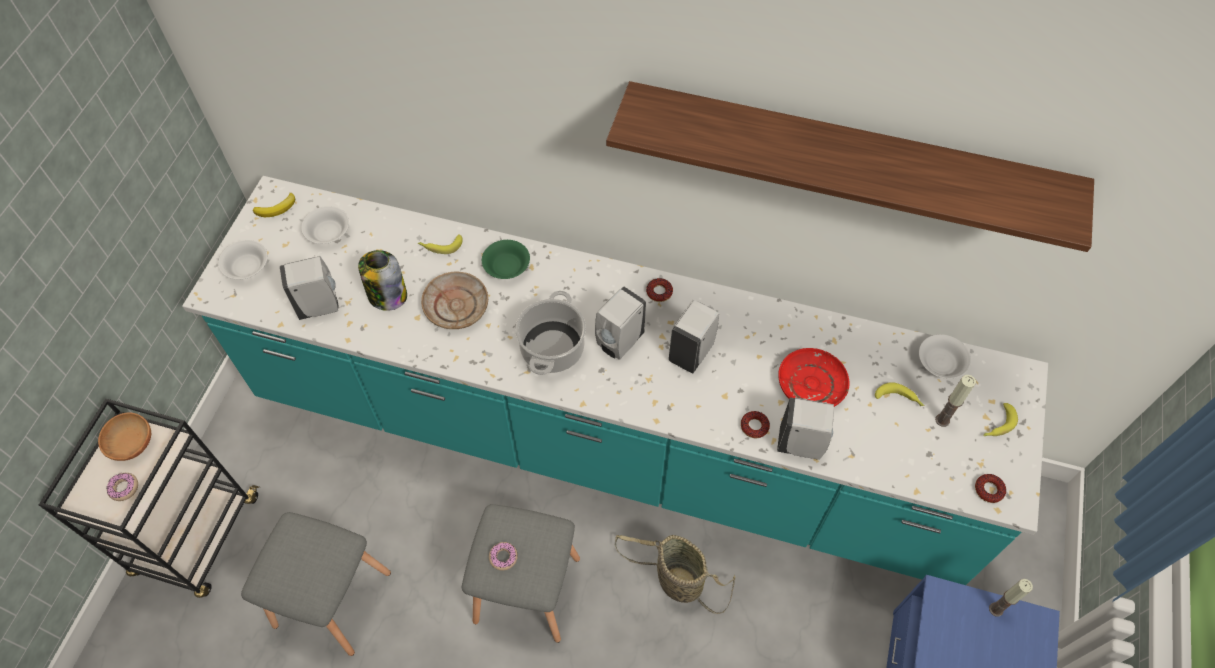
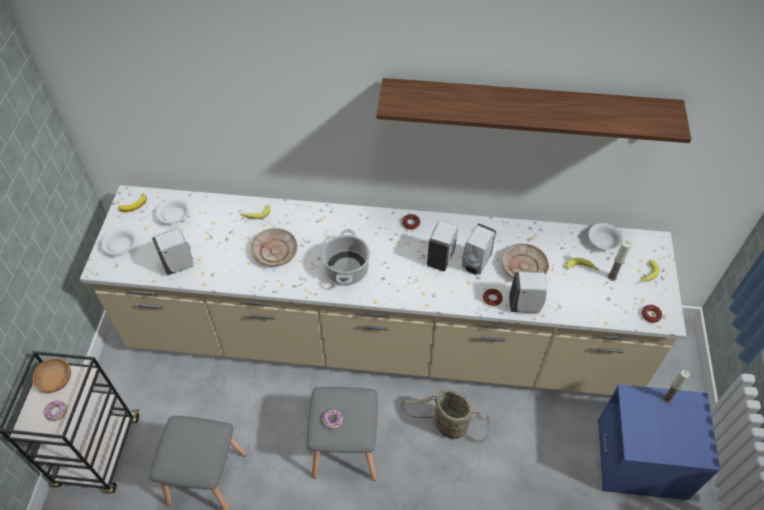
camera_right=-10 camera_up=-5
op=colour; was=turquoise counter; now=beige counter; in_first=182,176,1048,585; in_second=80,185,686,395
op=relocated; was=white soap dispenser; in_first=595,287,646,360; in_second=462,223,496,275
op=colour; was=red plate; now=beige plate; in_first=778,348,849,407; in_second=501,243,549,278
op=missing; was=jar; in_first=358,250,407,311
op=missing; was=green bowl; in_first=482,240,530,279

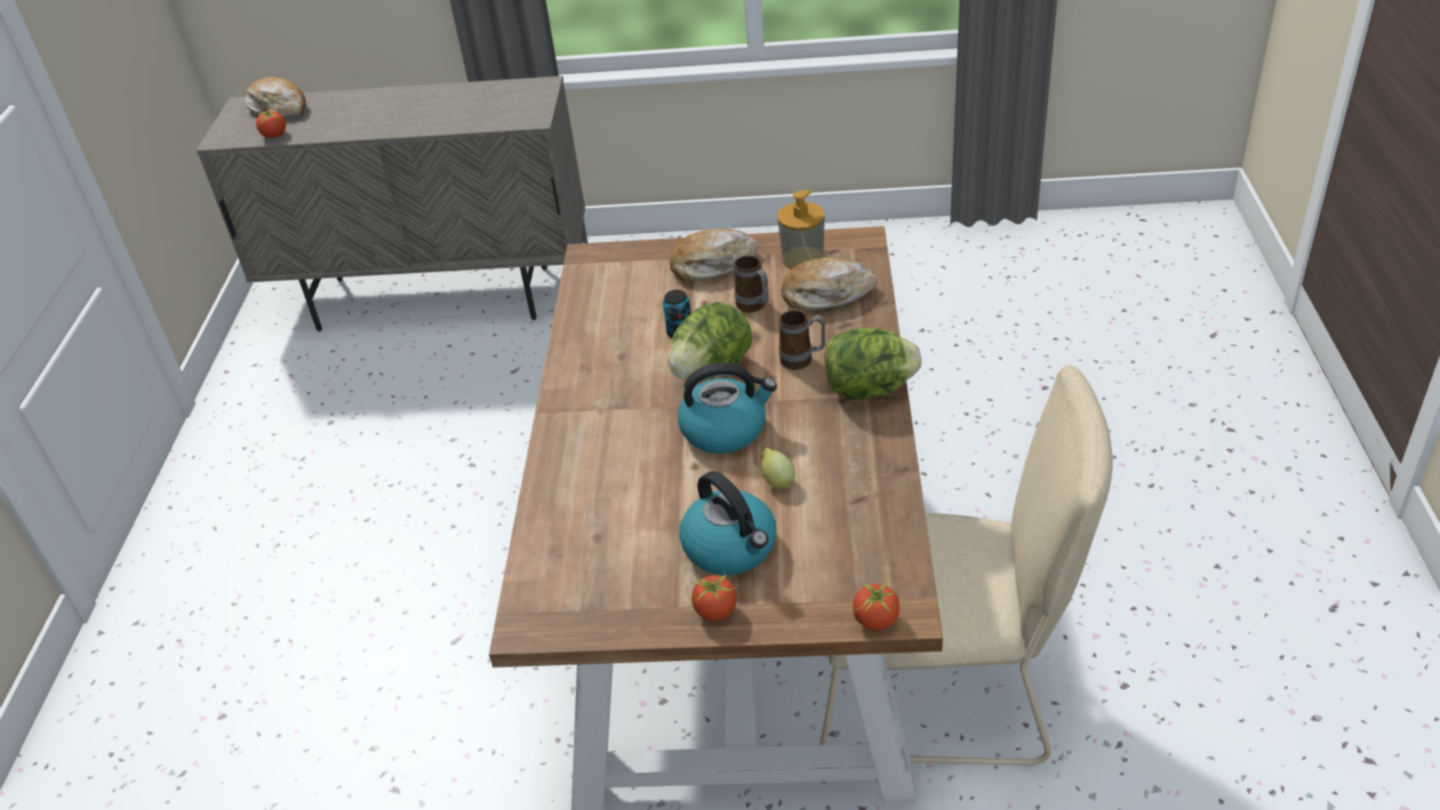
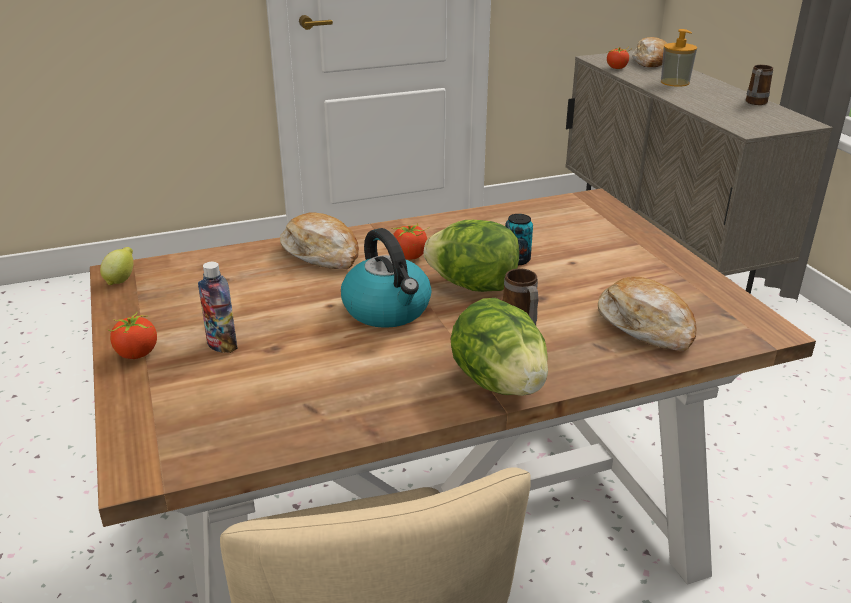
camera_right=65 camera_up=-10
op=relocated; was=lemon; in_first=761,448,795,489; in_second=100,247,134,285
op=exchanged; was=kettle; now=bottle; in_first=679,471,776,575; in_second=198,262,238,353
op=relocated; was=bread; in_first=669,228,759,282; in_second=280,212,359,269
op=relocated; was=tomato; in_first=853,574,901,631; in_second=392,223,428,260
op=relocated; was=soap dispenser; in_first=777,190,825,269; in_second=661,29,697,87
op=relocated; was=mug; in_first=734,255,769,312; in_second=746,65,773,105

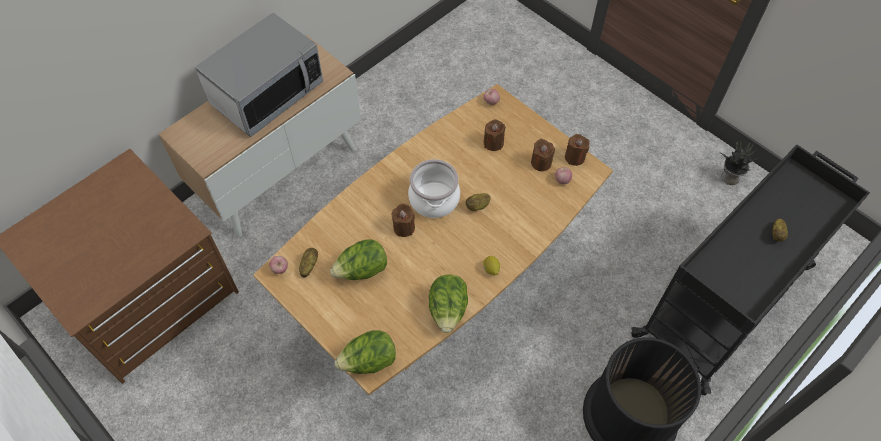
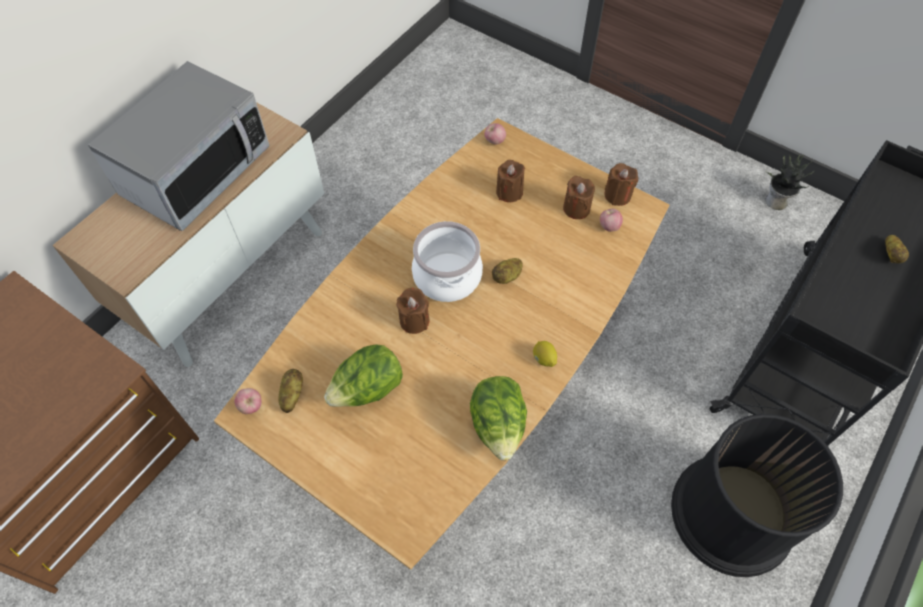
camera_right=-10 camera_up=0
op=missing; was=lettuce; in_first=335,330,396,374

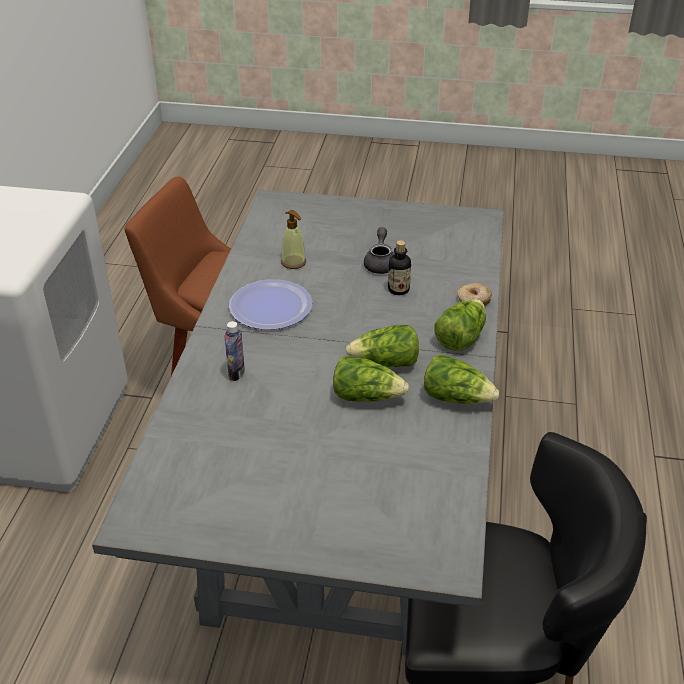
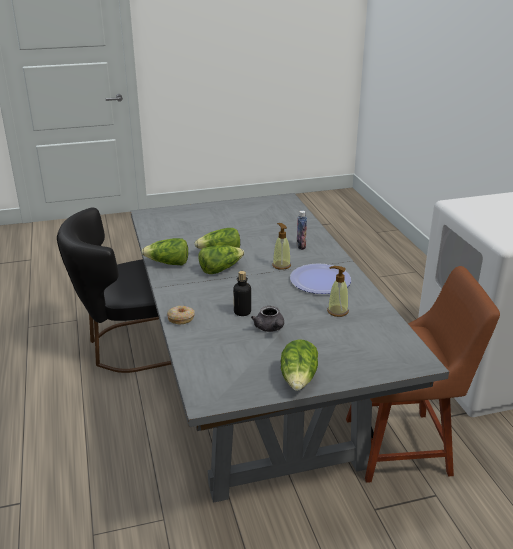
camera_right=155 camera_up=-10
op=appeared; now=soap dispenser; in_second=272,223,291,270
op=relocated; was=lettuce; in_first=434,299,486,351; in_second=281,339,318,391

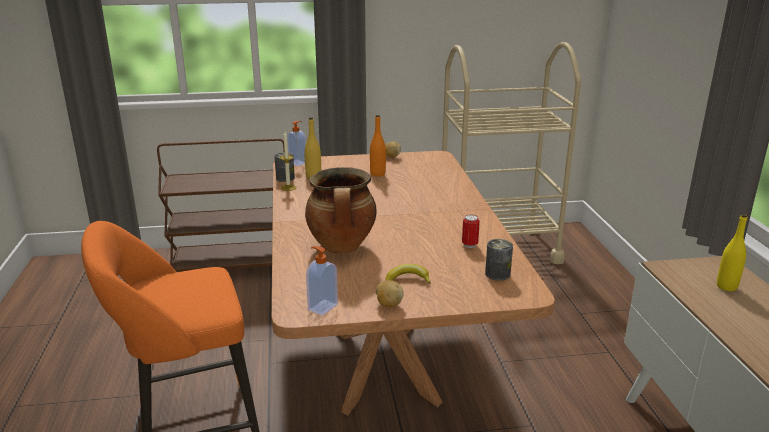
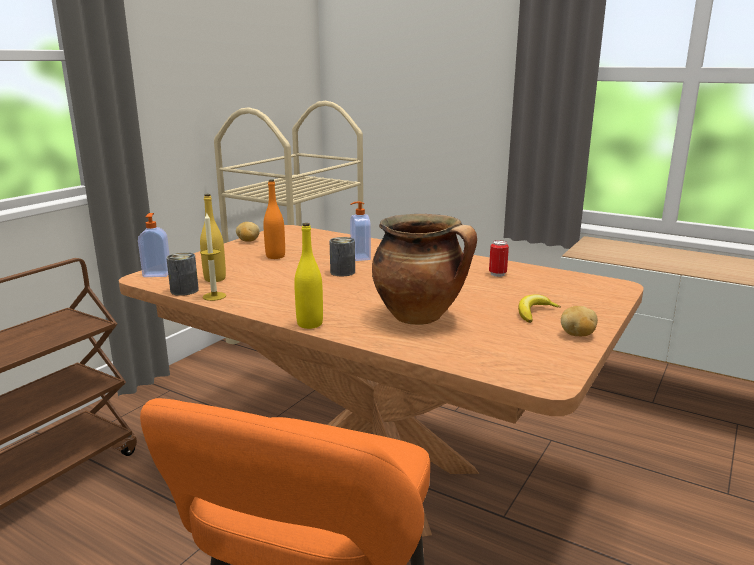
camera_right=-50 camera_up=-5
op=relocated; was=yellow bottle; in_first=717,214,747,291; in_second=294,223,323,329
op=relocated; was=can; in_first=485,239,513,281; in_second=330,237,355,276
op=relocated; was=soap dispenser; in_first=306,246,338,316; in_second=350,201,371,261

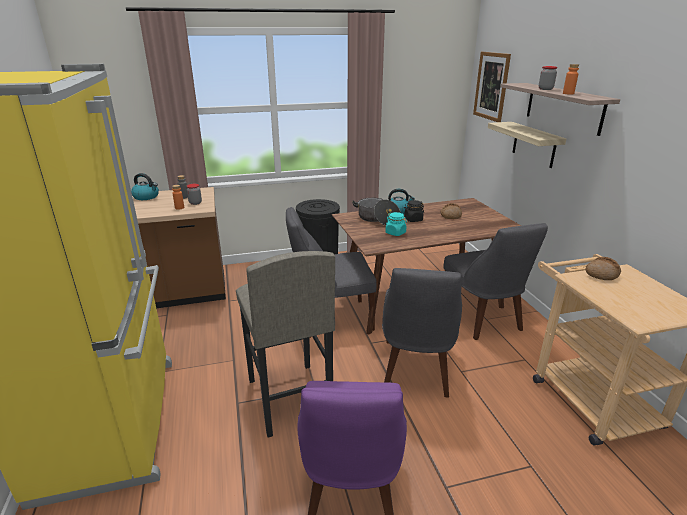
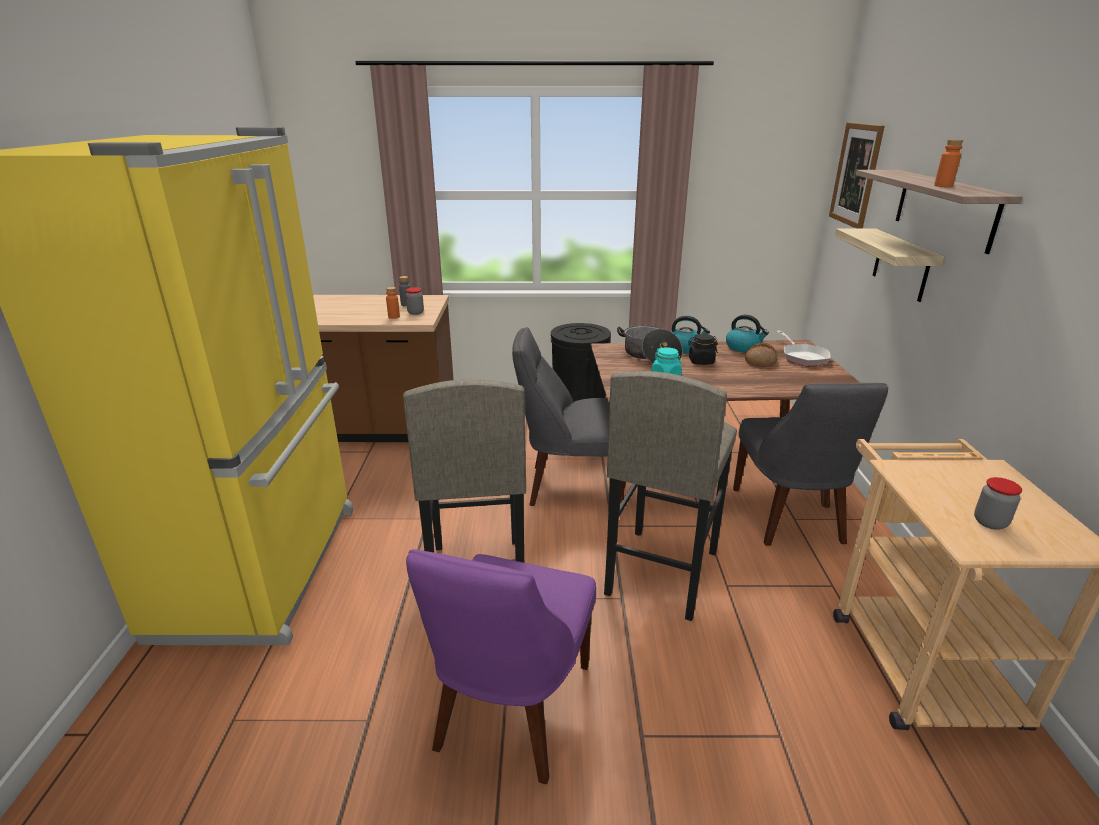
camera_right=15 camera_up=0
op=exchanged; was=grey chair; now=grey stool; in_first=382,268,462,398; in_second=604,371,737,621
op=relocated; was=kettle; in_first=131,173,159,200; in_second=726,315,769,352
op=appeared; now=frying pan; in_second=776,331,831,366
op=relocated; was=jar; in_first=539,66,557,90; in_second=974,477,1022,530
op=missing; was=bread; in_first=586,257,621,280

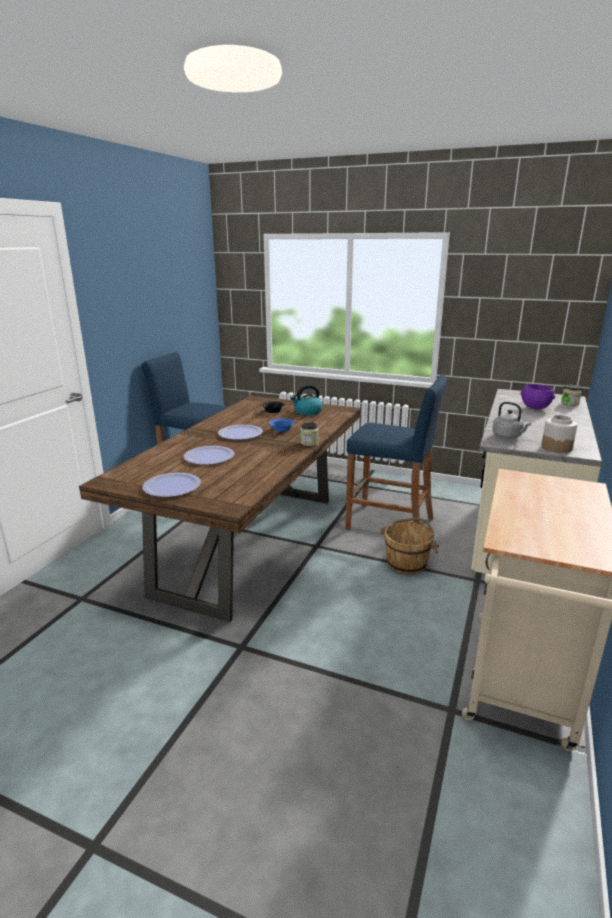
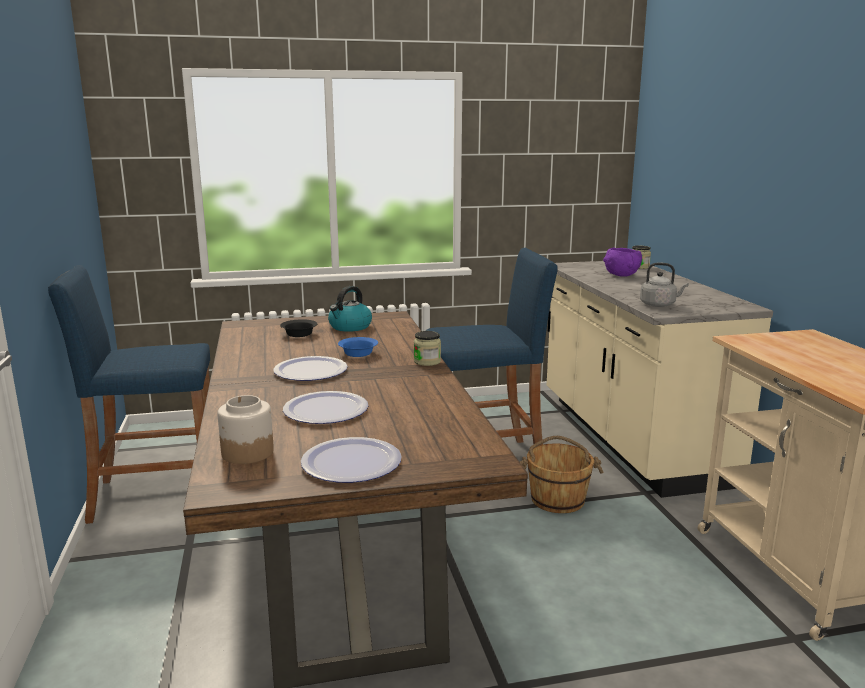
camera_right=-35 camera_up=-5
op=relocated; was=jar; in_first=541,415,577,453; in_second=217,395,274,464

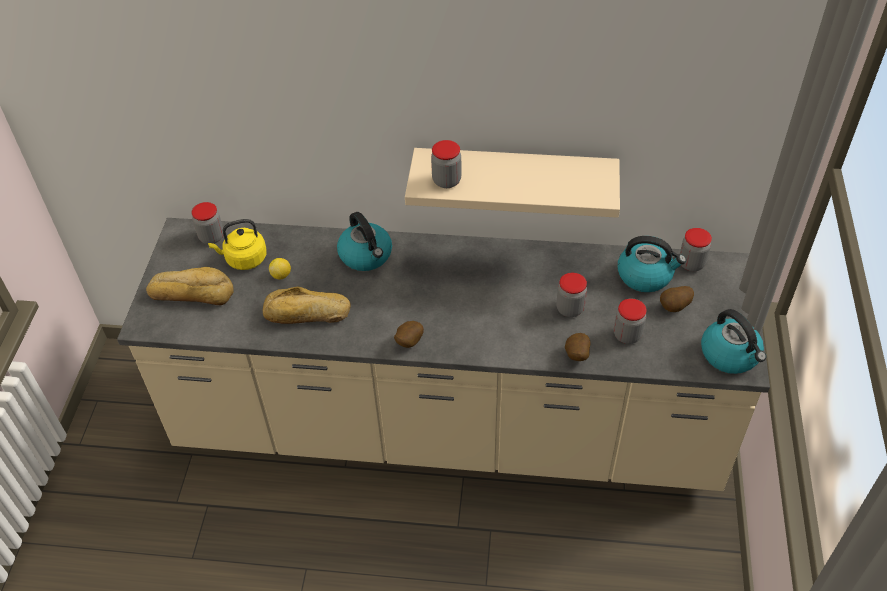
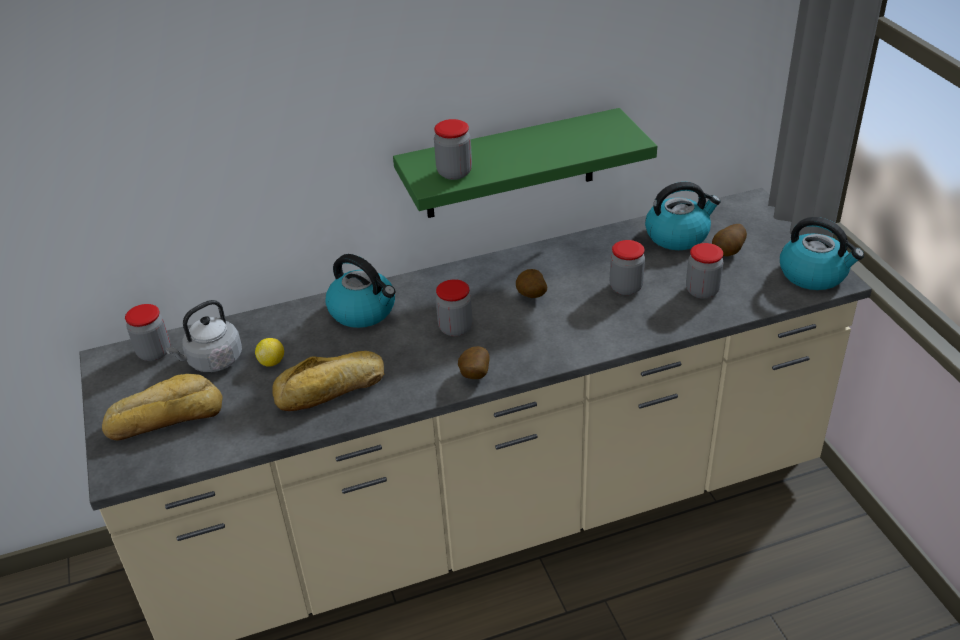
camera_right=-25 camera_up=-10
op=colour; was=yellow kettle; now=grey kettle; in_first=208,219,267,270; in_second=165,300,242,372
op=colour; was=beige shelf; now=green shelf; in_first=405,148,620,218; in_second=393,108,657,218
op=relocated; was=jar; in_first=680,228,712,271; in_second=436,279,473,336
op=relocated; was=potato; in_first=565,333,590,361; in_second=516,269,547,298

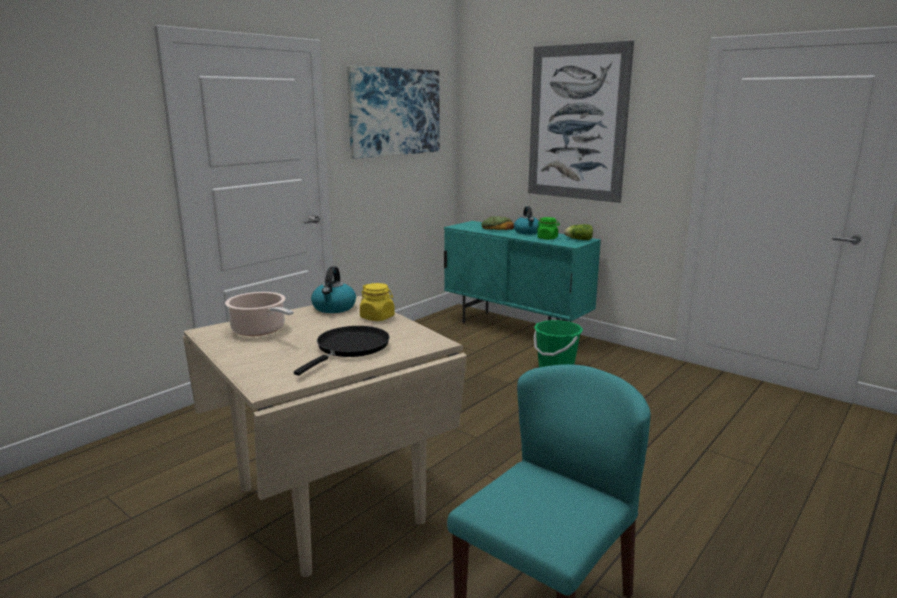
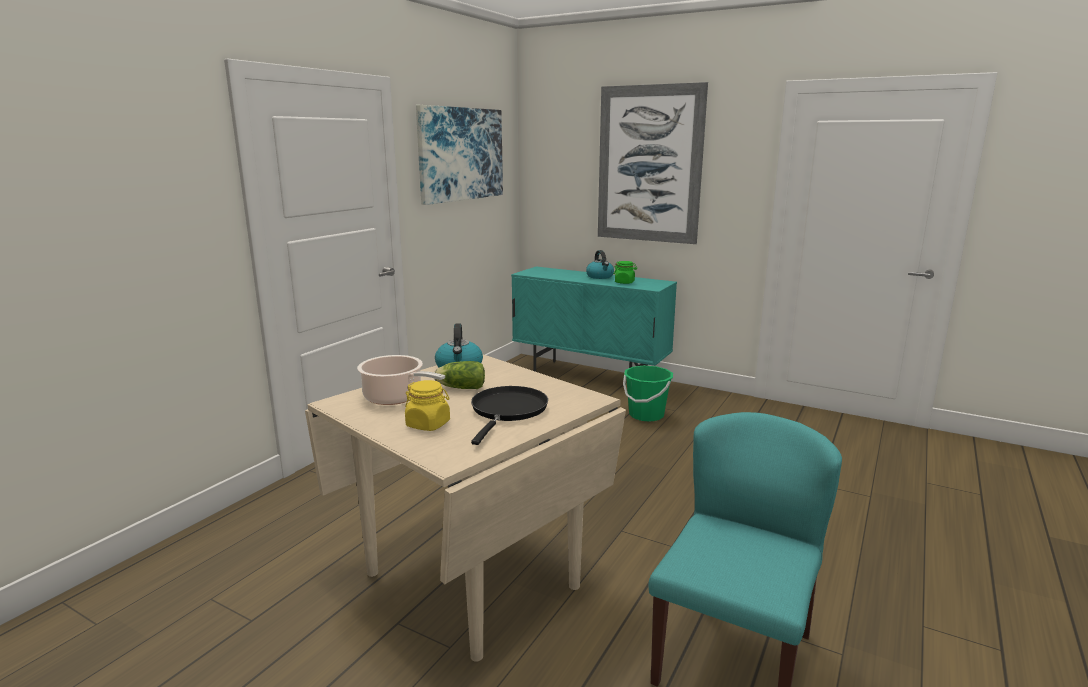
camera_right=-10 camera_up=0
op=relocated; was=yellow jar; in_first=360,283,395,321; in_second=405,380,450,431
op=relocated; was=lettuce; in_first=564,224,593,240; in_second=434,361,485,389
op=missing; was=bread; in_first=481,216,514,230

